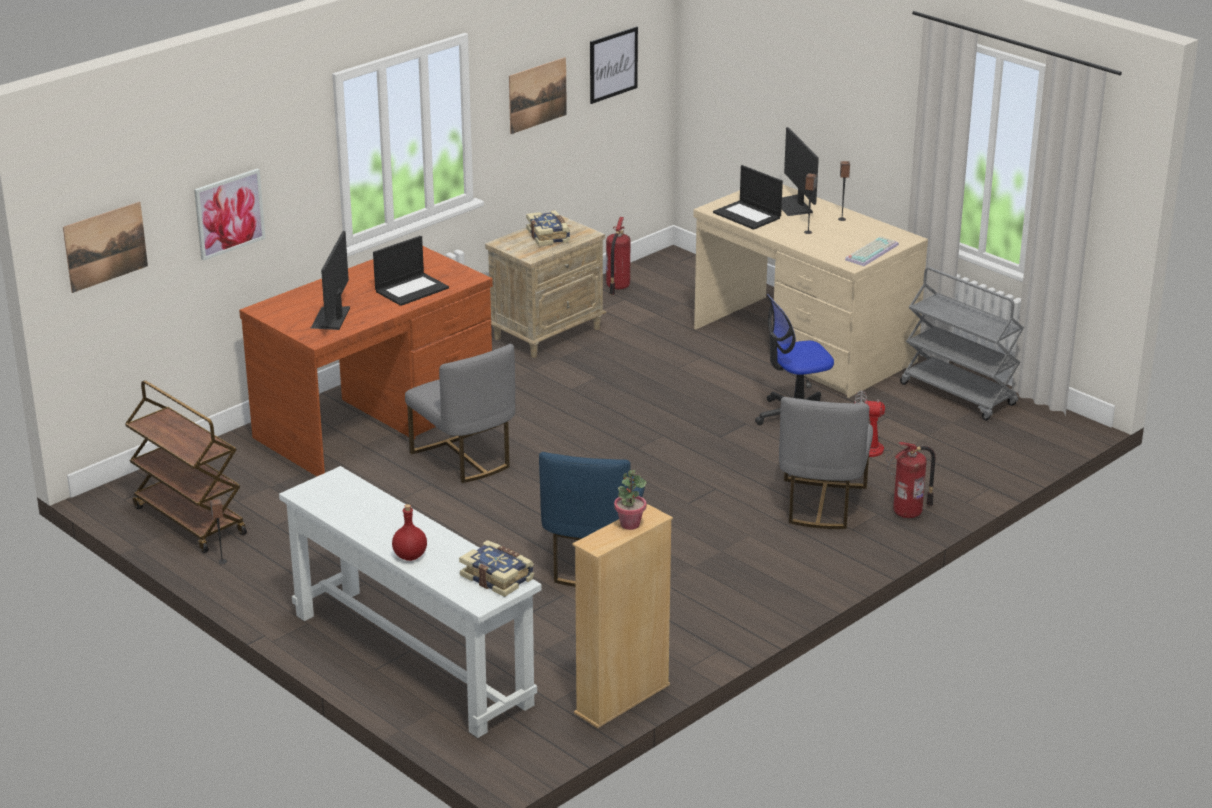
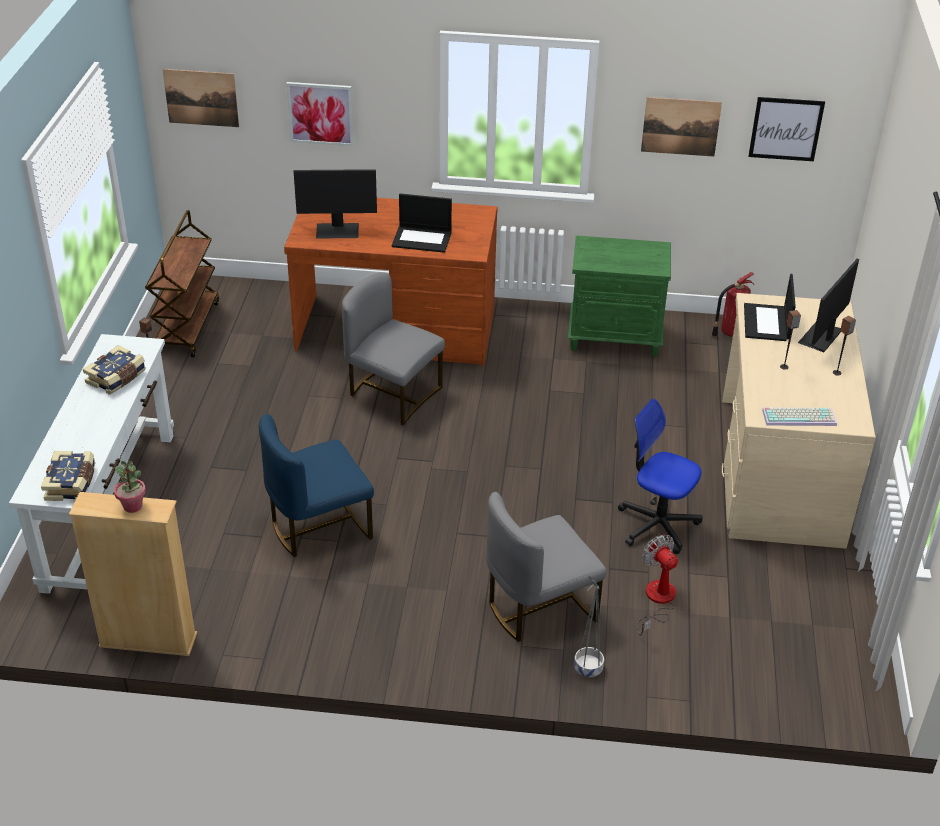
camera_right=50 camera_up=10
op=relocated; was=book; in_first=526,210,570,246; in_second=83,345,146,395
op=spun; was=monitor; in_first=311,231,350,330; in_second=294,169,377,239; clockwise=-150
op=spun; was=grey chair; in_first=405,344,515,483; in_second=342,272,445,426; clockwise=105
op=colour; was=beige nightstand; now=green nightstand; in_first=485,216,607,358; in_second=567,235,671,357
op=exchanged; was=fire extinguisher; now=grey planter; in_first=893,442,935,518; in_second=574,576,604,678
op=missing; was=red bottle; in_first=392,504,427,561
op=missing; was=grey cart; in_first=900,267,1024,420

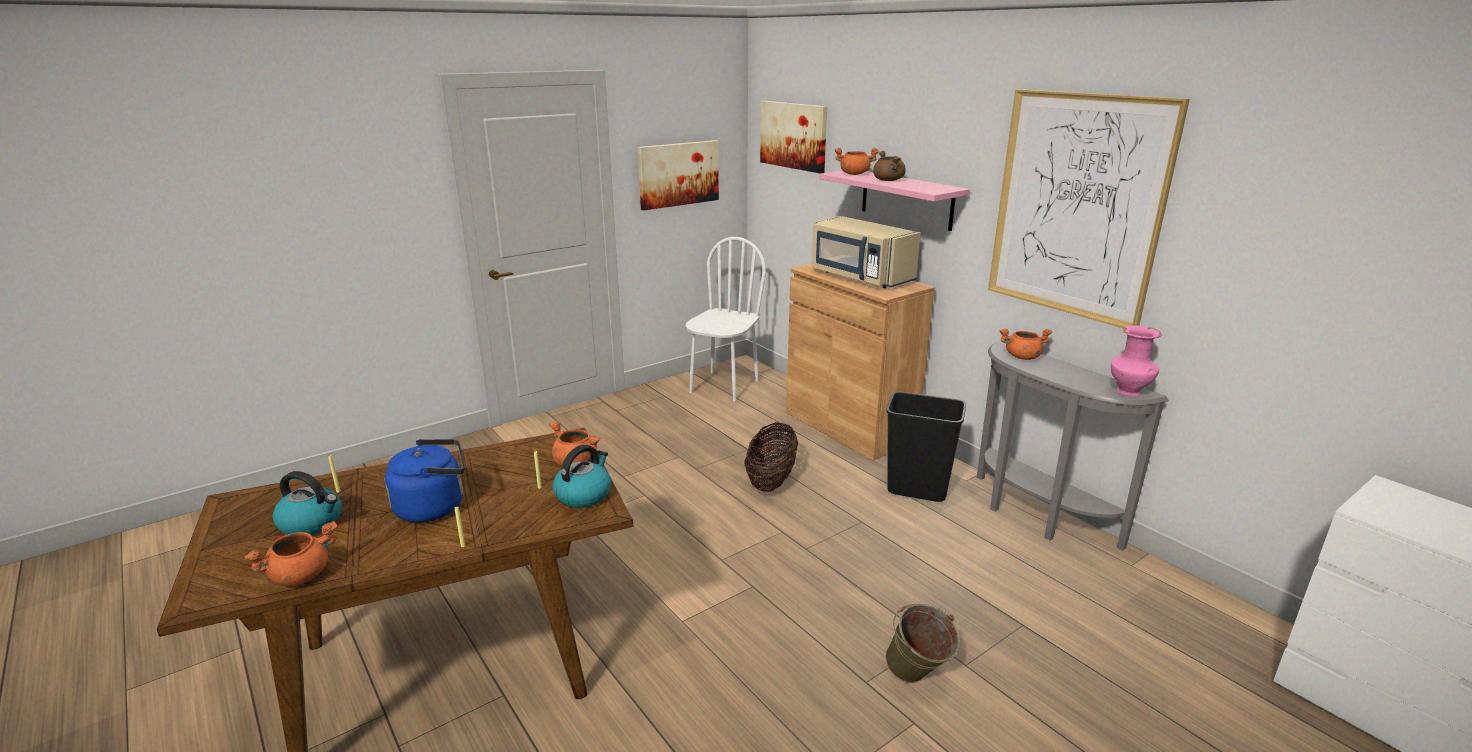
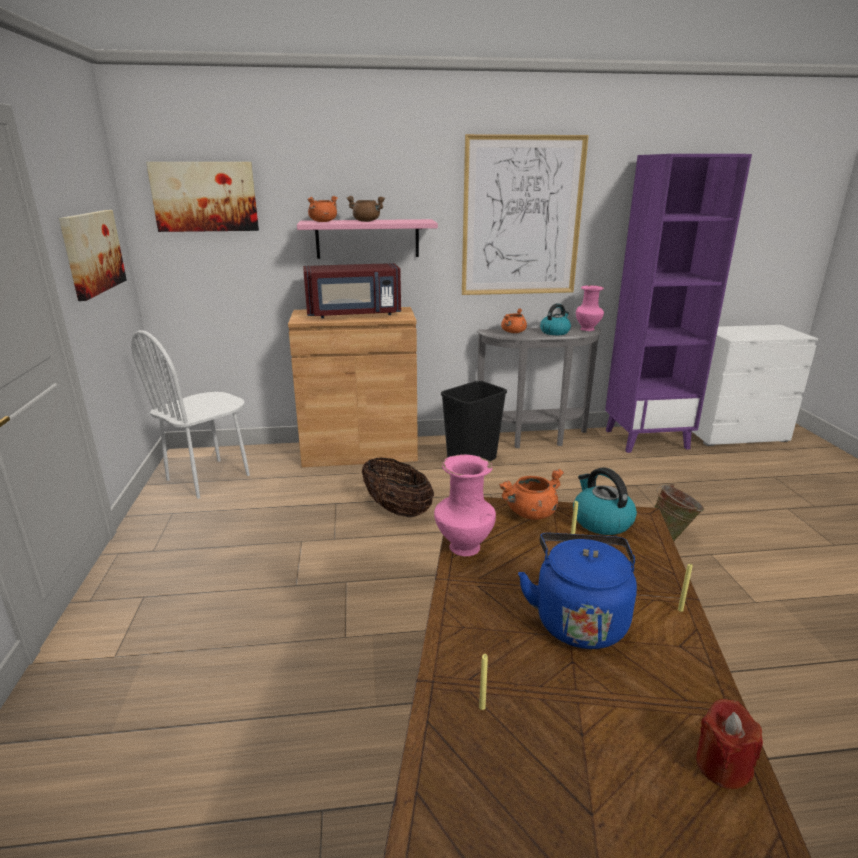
camera_right=-60 camera_up=0
op=spun; was=white chair; in_first=686,237,766,401; in_second=131,330,250,499; clockwise=-105
op=colour; was=beige microwave; now=red microwave; in_first=812,216,921,288; in_second=303,263,401,318
op=appeared; now=pink vase; in_second=434,454,496,556
op=relocated; was=kettle; in_first=273,471,342,535; in_second=540,303,571,335
op=appeared; now=purple bookcase; in_second=605,154,752,453
op=exchanged; was=orange cooking pot; now=red candle; in_first=244,521,337,586; in_second=696,699,763,789

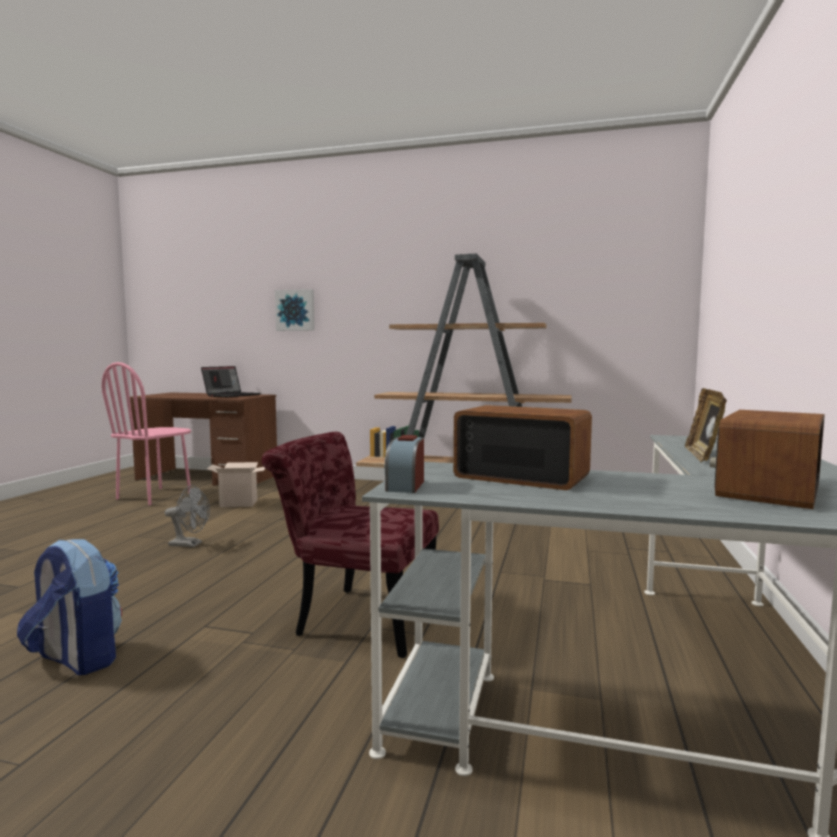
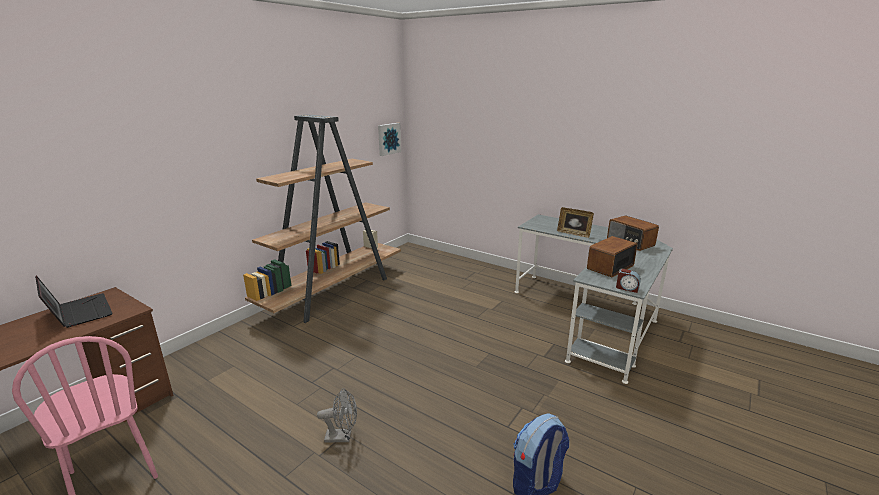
camera_right=-70 camera_up=15
op=spun; was=grey fan; in_first=165,485,210,547; in_second=317,388,357,442; clockwise=60
op=relocated; was=picture; in_first=275,289,315,331; in_second=378,123,401,156
op=missing; was=cardboard box; in_first=207,462,266,507
op=missing; was=red chair; in_first=262,432,439,658

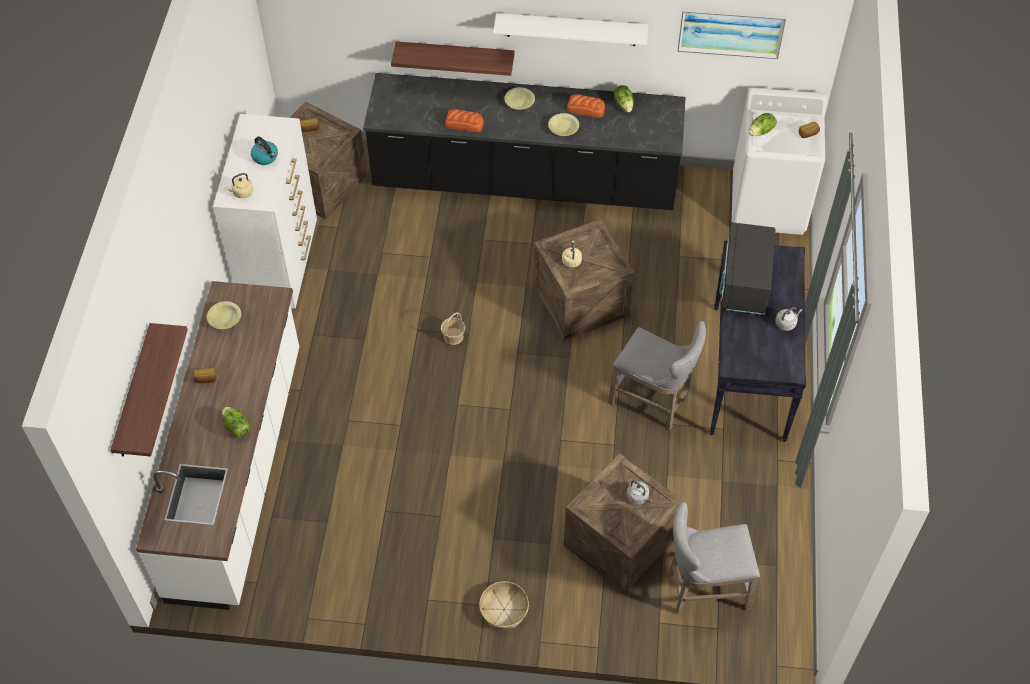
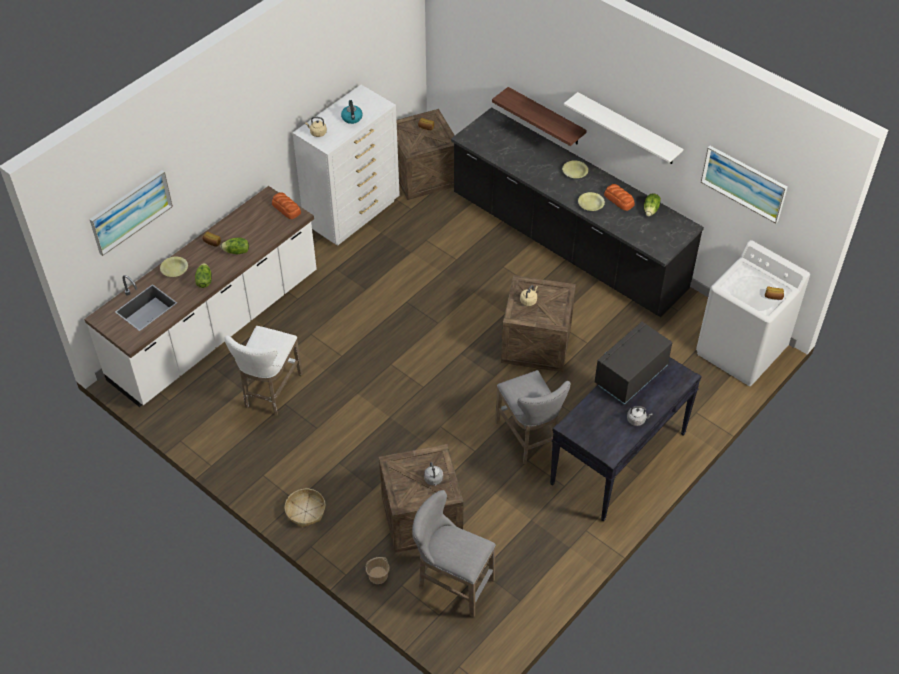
camera_right=35 camera_up=-5
op=exchanged; was=shelf; now=picture; in_first=110,323,188,457; in_second=89,170,173,256
op=relocated; was=yellow bowl; in_first=207,301,241,329; in_second=160,257,188,277
op=relocated; was=lettuce; in_first=748,113,777,136; in_second=220,237,249,254
op=appeared; now=white stool; in_second=224,326,303,416
op=relocated; was=bread; in_first=445,109,484,132; in_second=272,192,301,219
op=relocated; was=basket; in_first=441,312,465,345; in_second=366,557,390,584

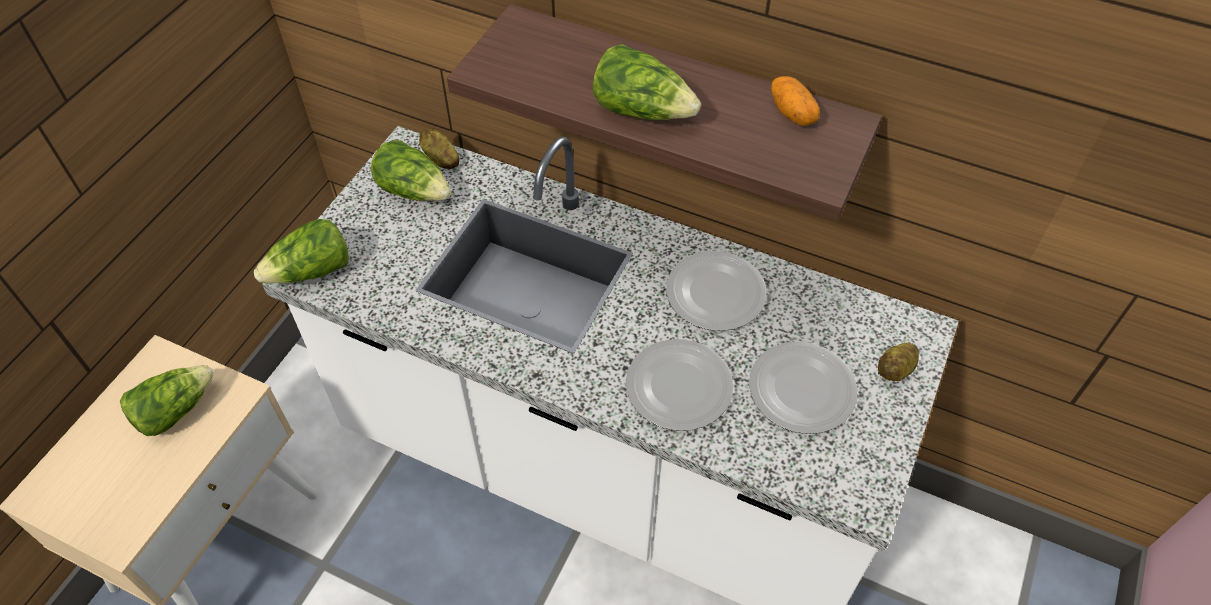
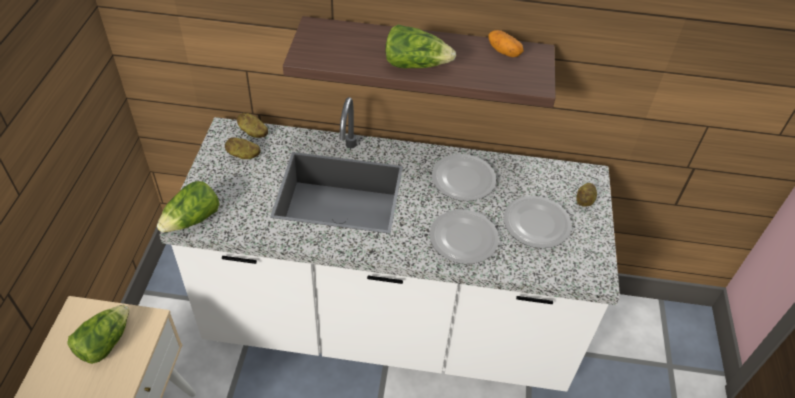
camera_right=-20 camera_up=-5
op=exchanged; was=lettuce; now=potato; in_first=371,140,451,201; in_second=225,137,261,159

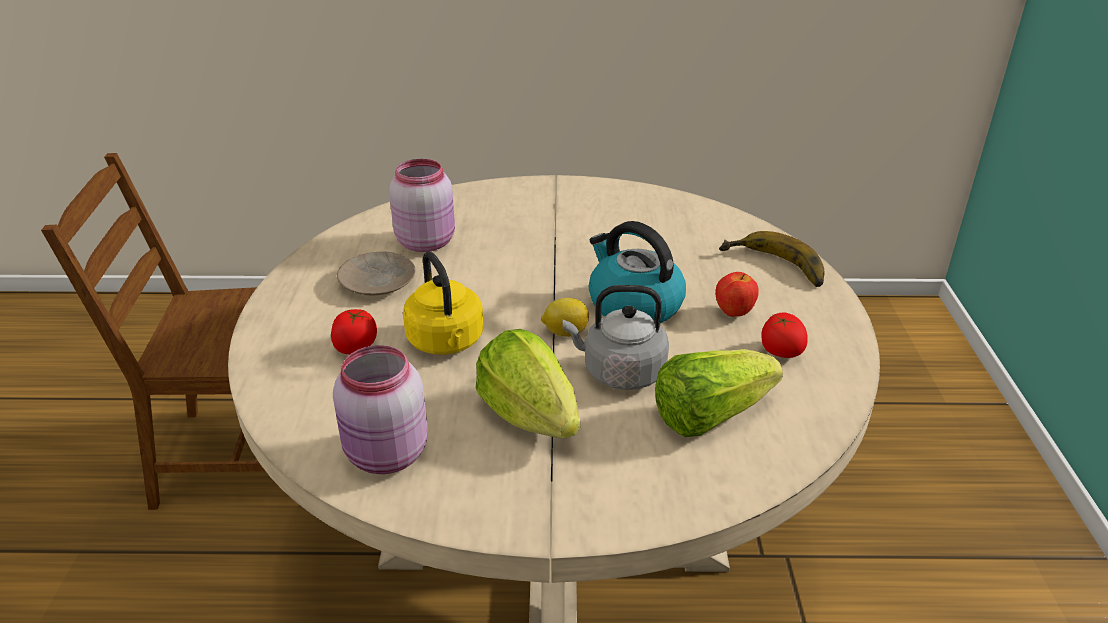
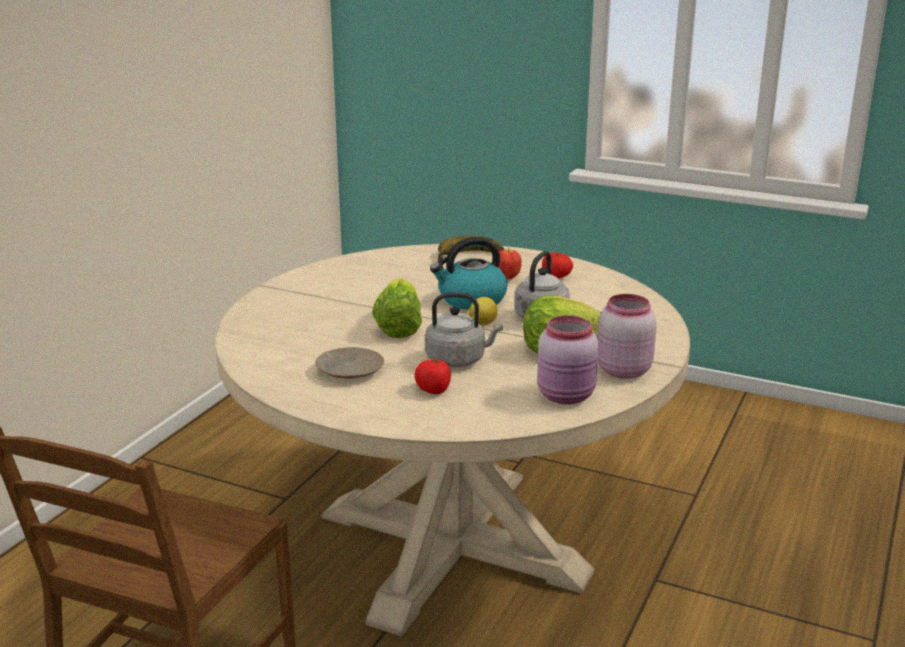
camera_right=-65 camera_up=-10
op=relocated; was=lettuce; in_first=655,349,783,437; in_second=372,278,422,338
op=colour; was=yellow kettle; now=grey kettle; in_first=403,251,483,355; in_second=425,293,503,367
op=relocated; was=pink jar; in_first=389,159,455,252; in_second=598,294,657,379

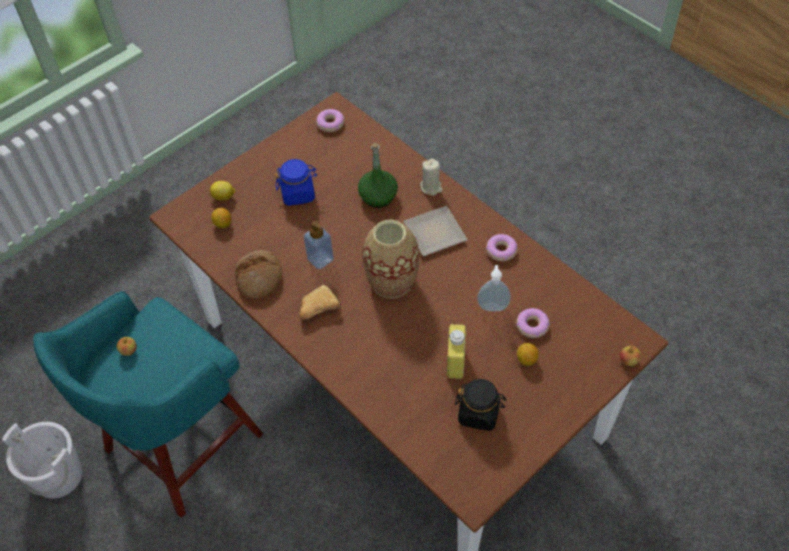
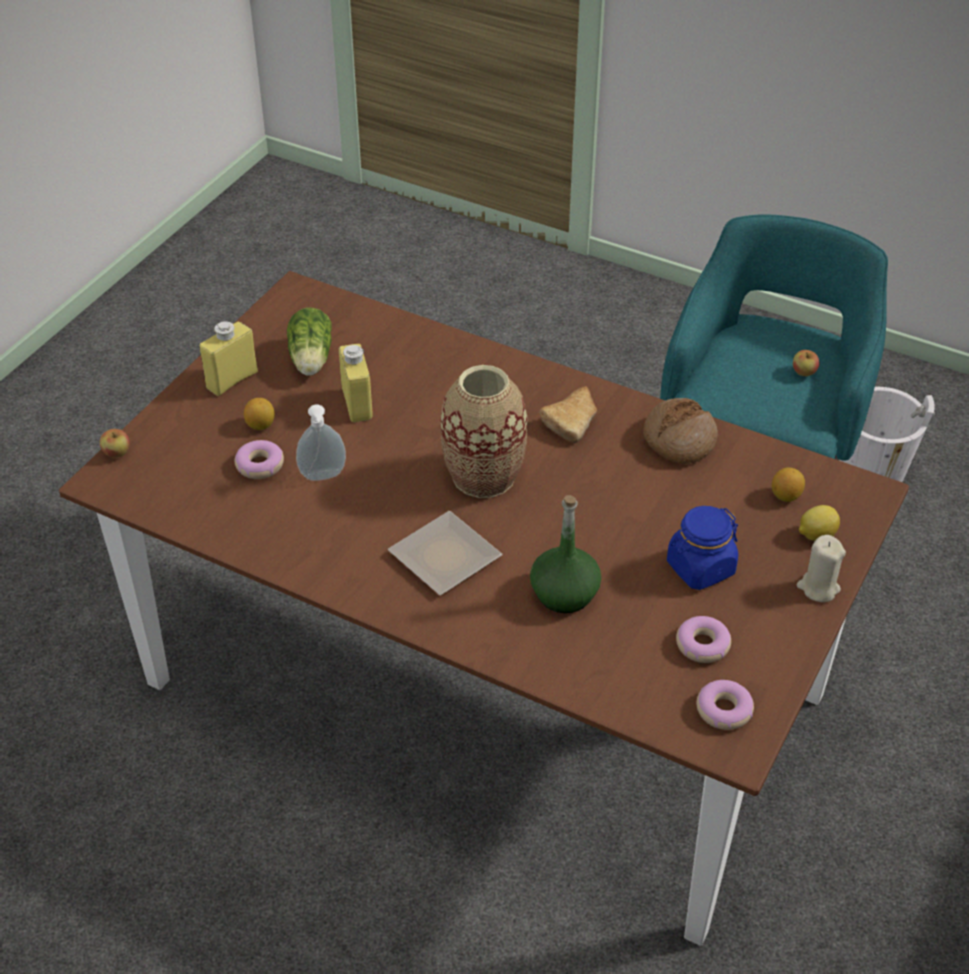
camera_right=160 camera_up=-10
op=appeared; now=yellow bottle; in_second=199,321,258,396
op=exchanged; was=black jar; now=lettuce; in_first=455,379,507,431; in_second=287,308,332,376
op=relocated; was=donut; in_first=486,234,518,261; in_second=676,616,731,663
op=relocated; was=beige candle; in_first=420,158,443,196; in_second=797,535,846,602
op=missing; was=soap dispenser; in_first=303,221,334,270

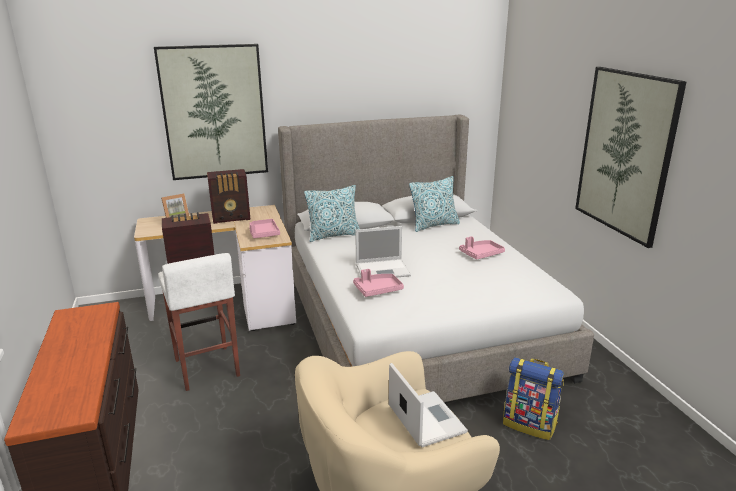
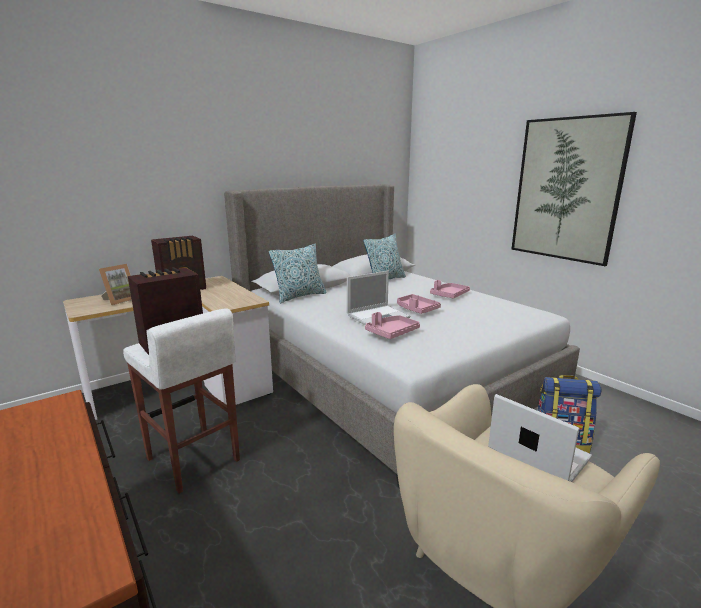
camera_right=-20 camera_up=-5
op=relocated; was=pink tray; in_first=249,219,280,238; in_second=397,294,441,314
op=missing; was=picture; in_first=154,44,268,180

